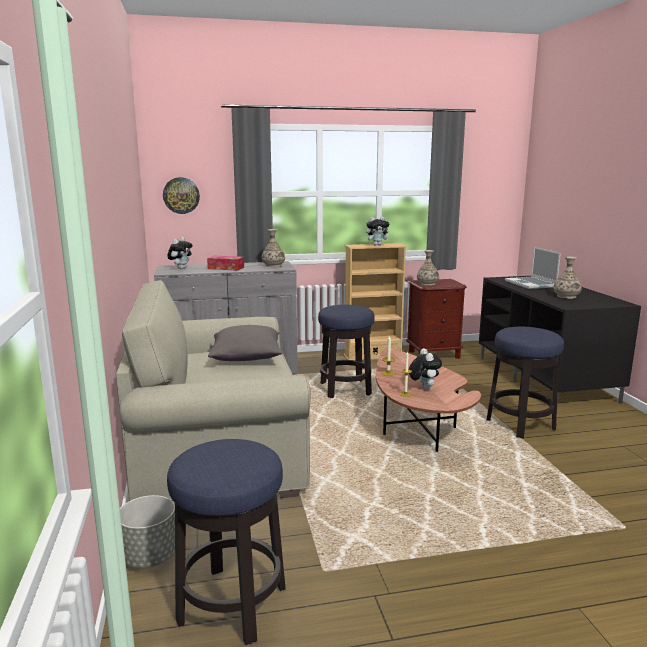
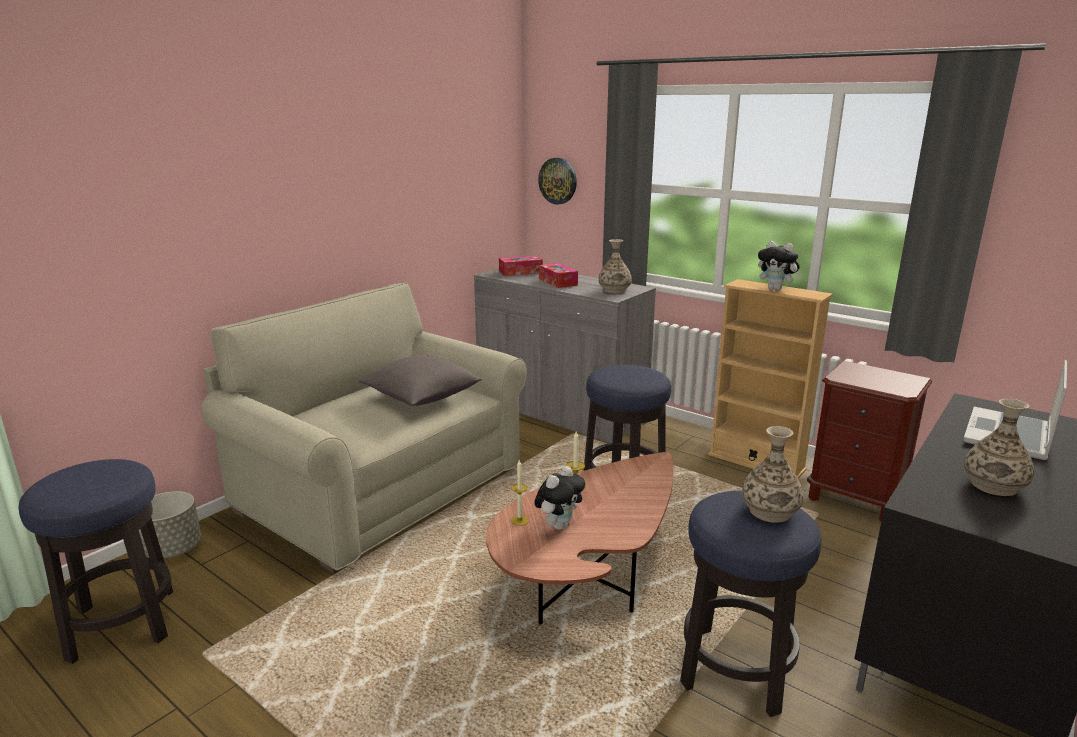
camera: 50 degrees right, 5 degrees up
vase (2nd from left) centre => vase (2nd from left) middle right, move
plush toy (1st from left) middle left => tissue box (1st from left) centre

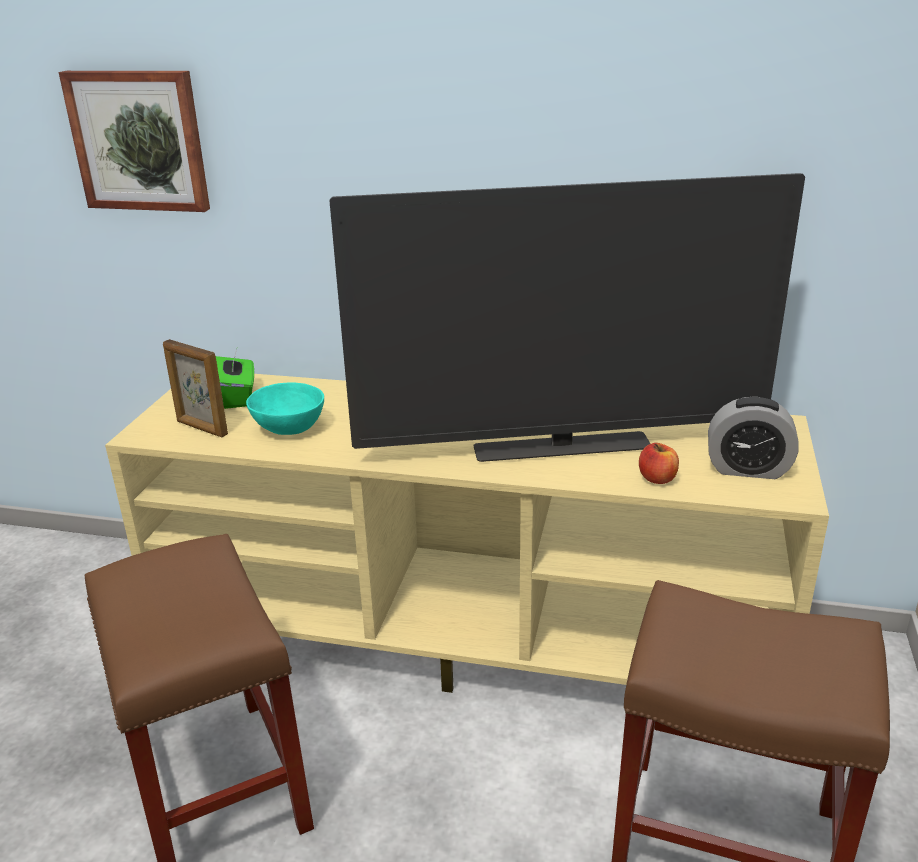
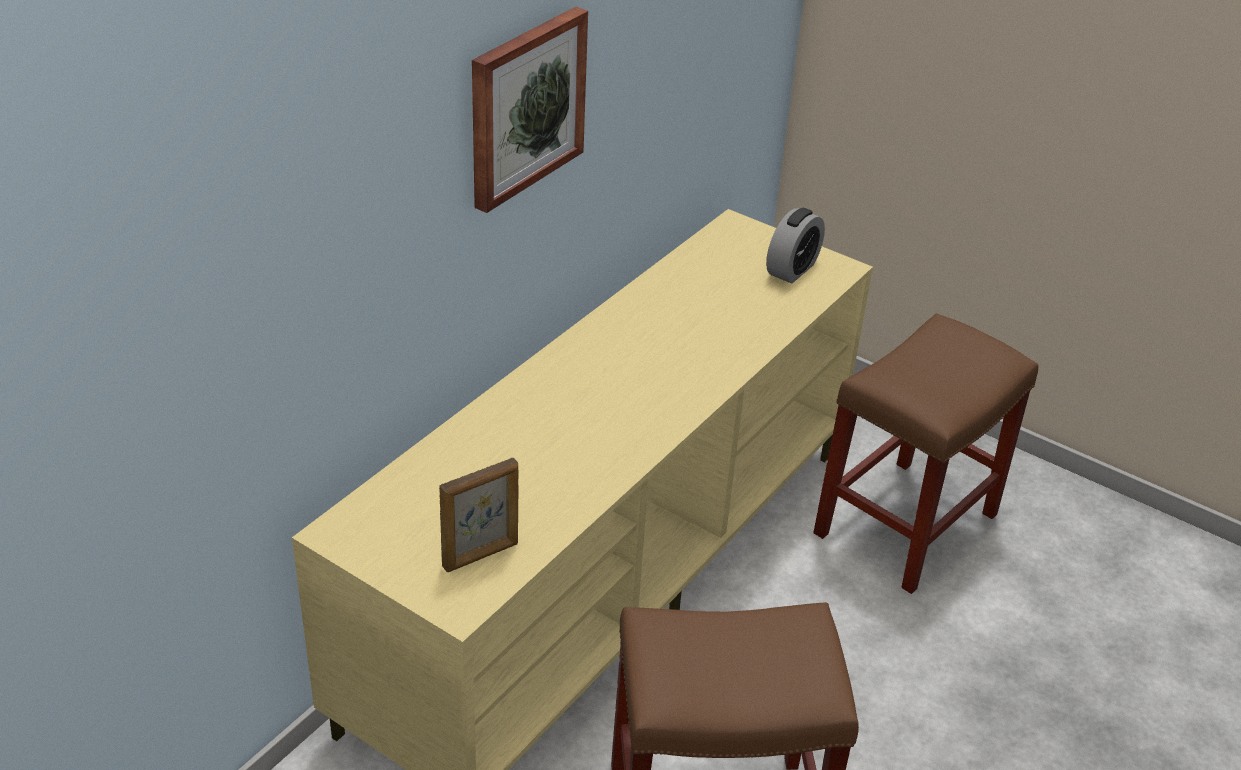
camera: 70 degrees left, 10 degrees up
tissue box in green middle left => nothing
bowl in turquoise middle left => nothing
television centre => nothing
apple middle right => nothing
picture top left => picture top centre, move

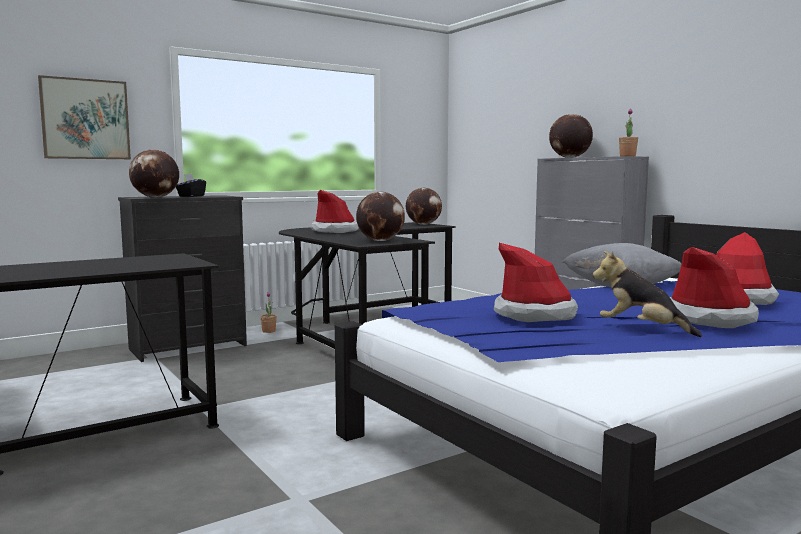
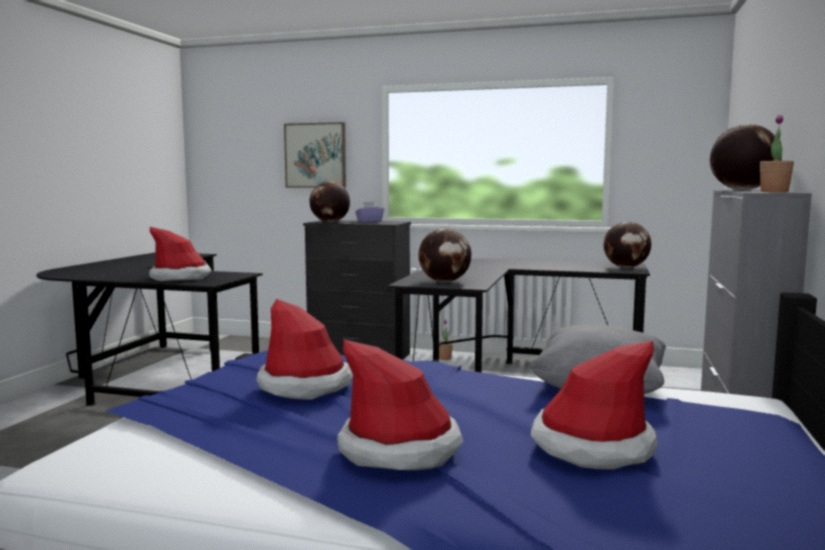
camera: 50 degrees right, 0 degrees up
plush toy middle right => nothing
hat (1st from left) centre => hat (1st from left) middle left, move
tissue box in black middle left => tissue box in purple centre

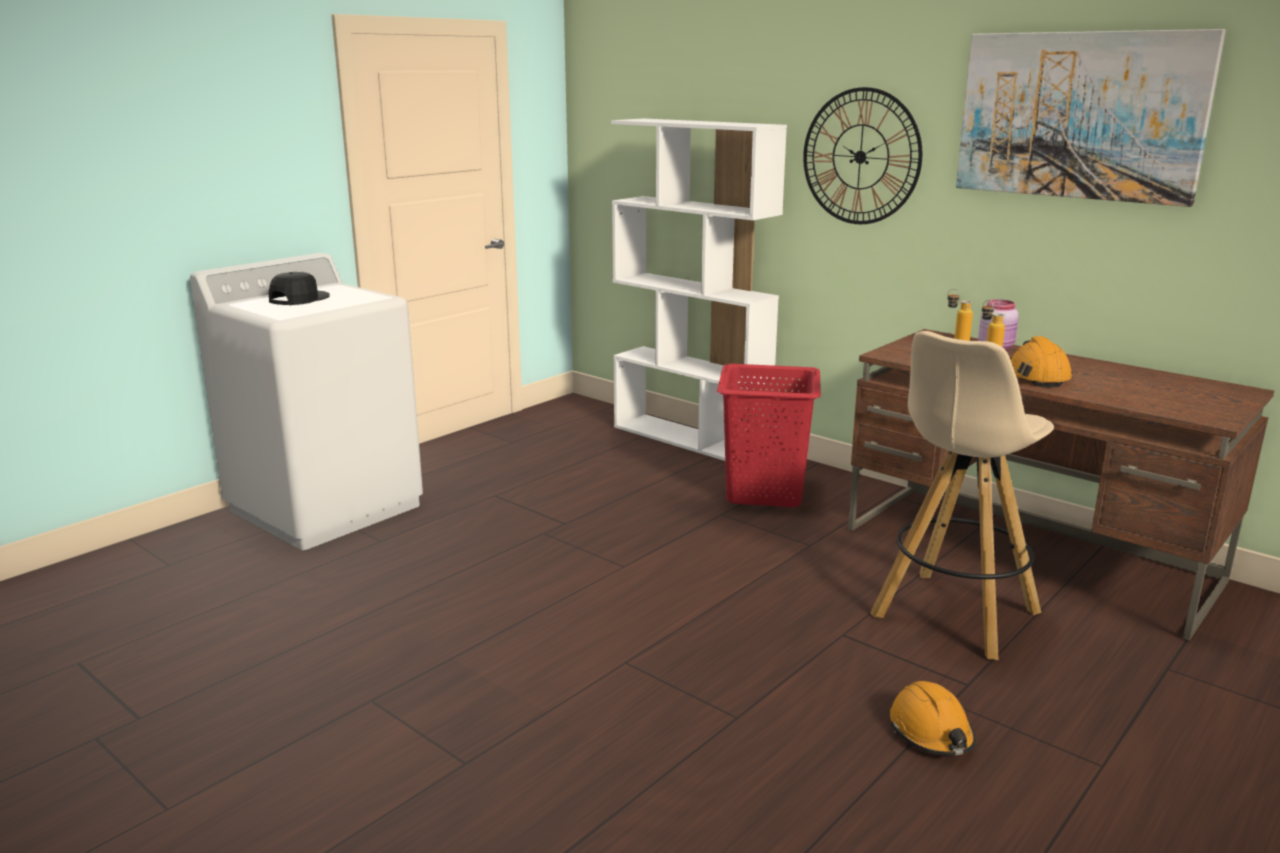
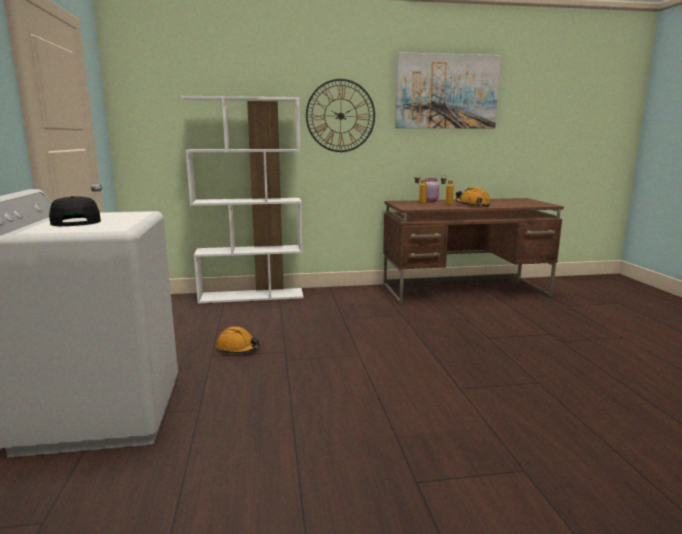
camera: 50 degrees left, 5 degrees down
laundry basket in red centre => nothing
stool in beige middle right => nothing
hard hat in orange (1st from left) bottom right => hard hat in orange (1st from left) centre, move

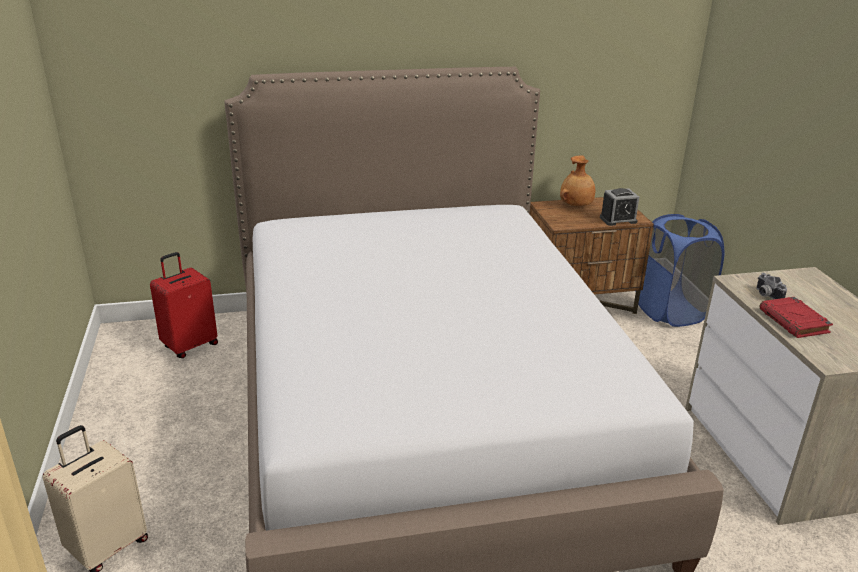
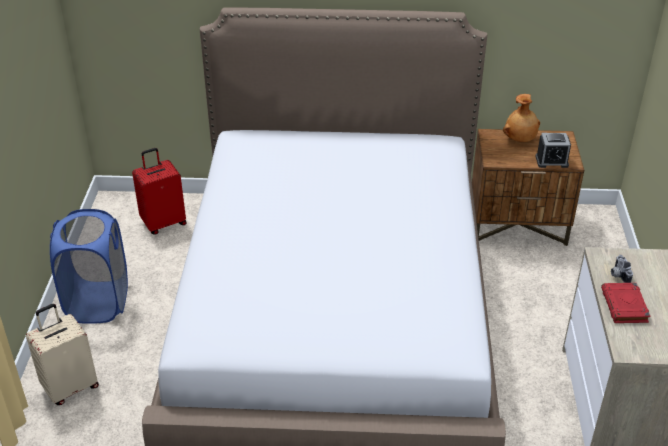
camera: 15 degrees right, 10 degrees up
laundry basket in blue middle right => laundry basket in blue middle left, move

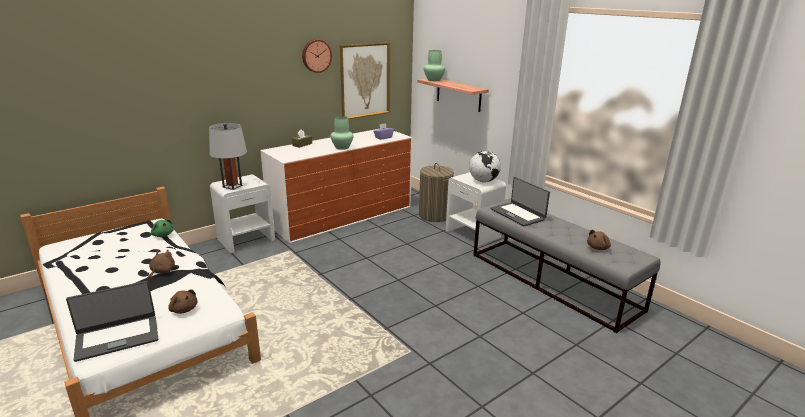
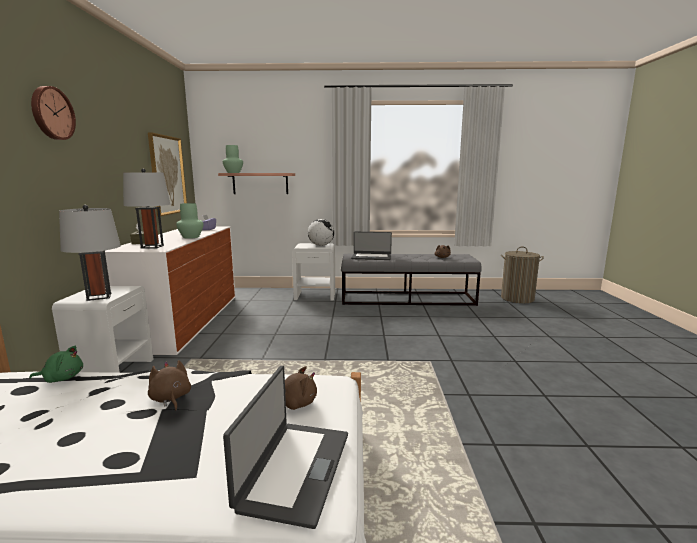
camera: 50 degrees left, 10 degrees down
nothing => table lamp in grey (2nd from left) middle left
wall clock top centre => wall clock top left, move
laundry basket centre => laundry basket middle right, move

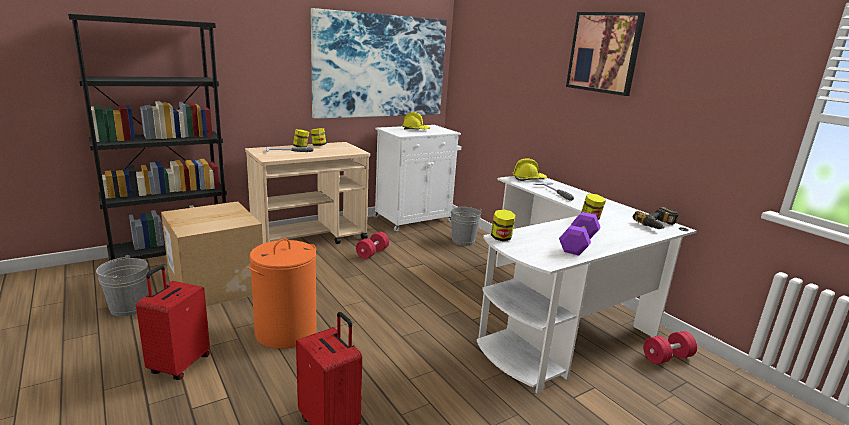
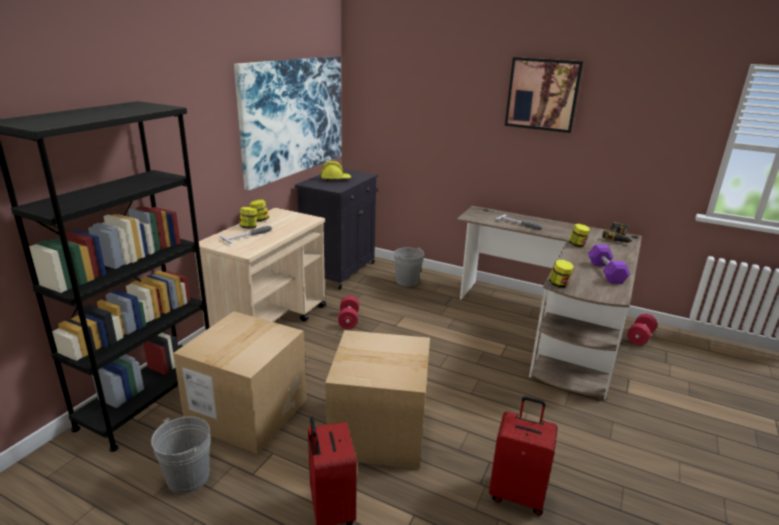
camera: 30 degrees left, 5 degrees up
hard hat in yellow (2nd from left) centre => nothing
laundry basket in orange bottom left => cardboard box (2nd from left) bottom centre
cabinet in white centre => cabinet in black centre
desk in white bottom right => desk in brown middle right

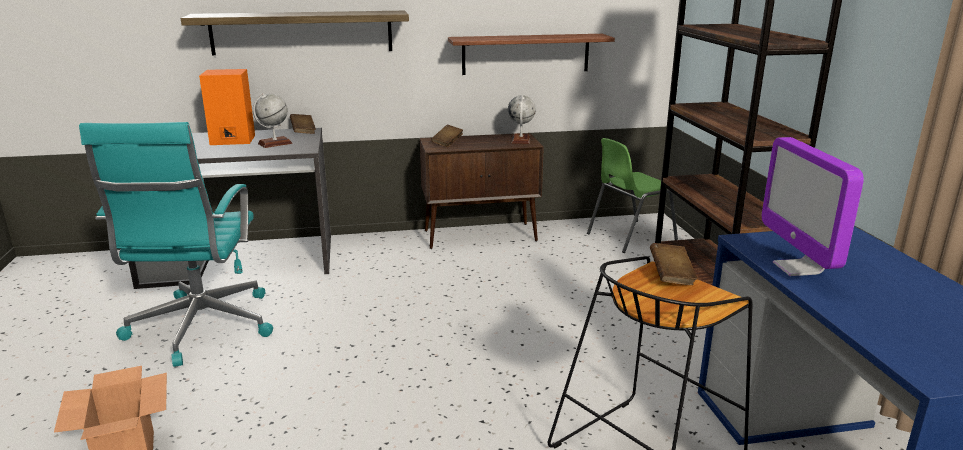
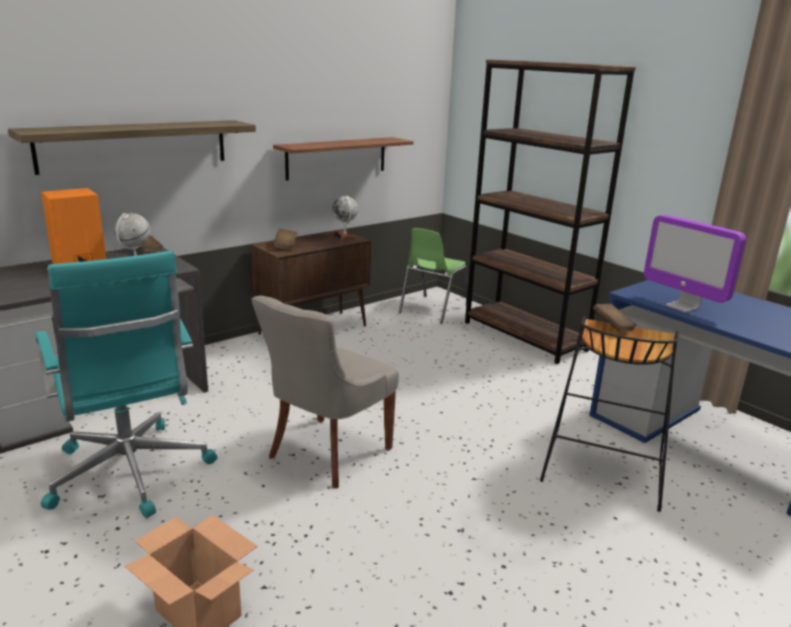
camera: 30 degrees left, 0 degrees up
nothing => chair in grey centre

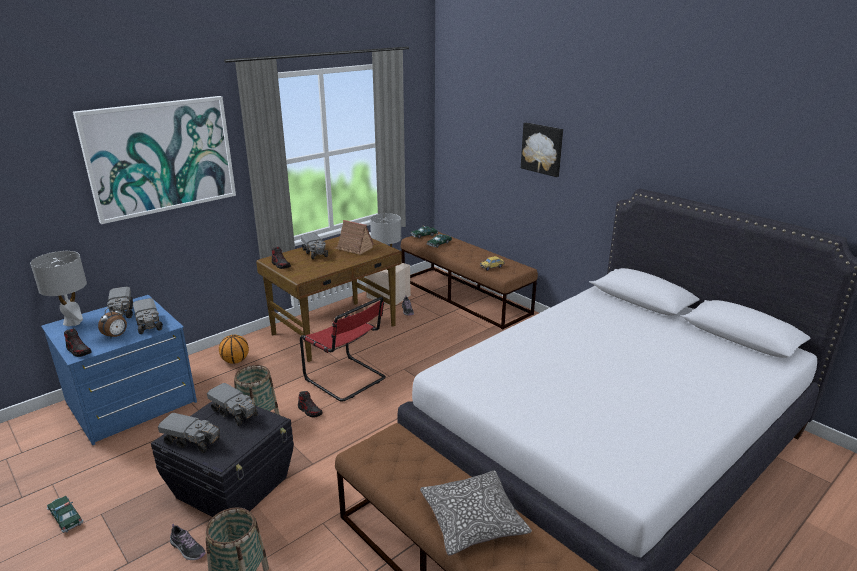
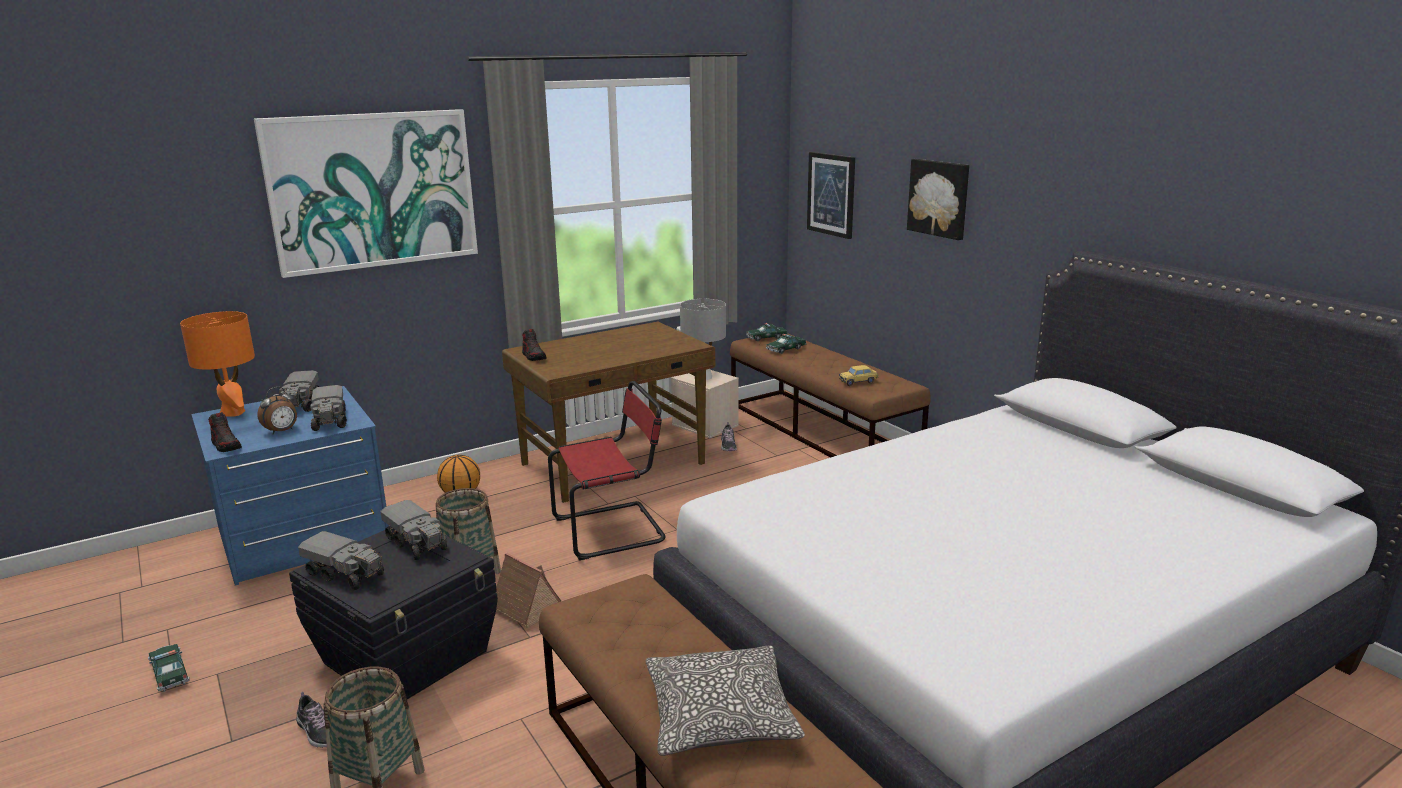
camera: 10 degrees right, 5 degrees down
shoe (4th from left) bottom centre => nothing
toy truck (5th from left) centre => nothing
nothing => picture (2nd from left) top centre
toy house centre => toy house bottom centre, move
table lamp in grey (1st from left) middle left => table lamp in orange middle left
chair in red centre, 75 degrees counterclockwise

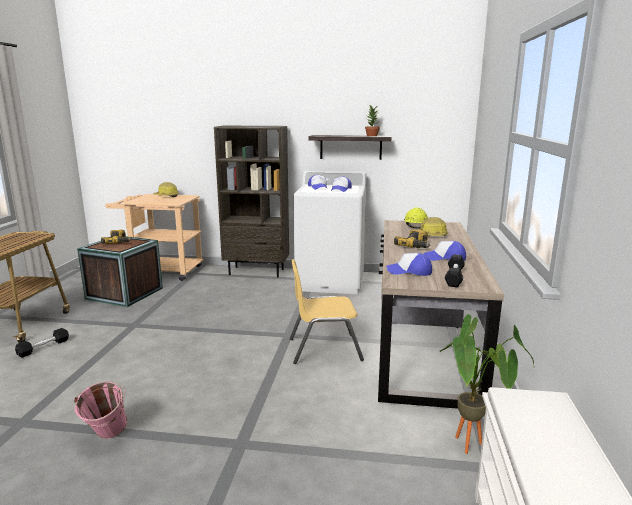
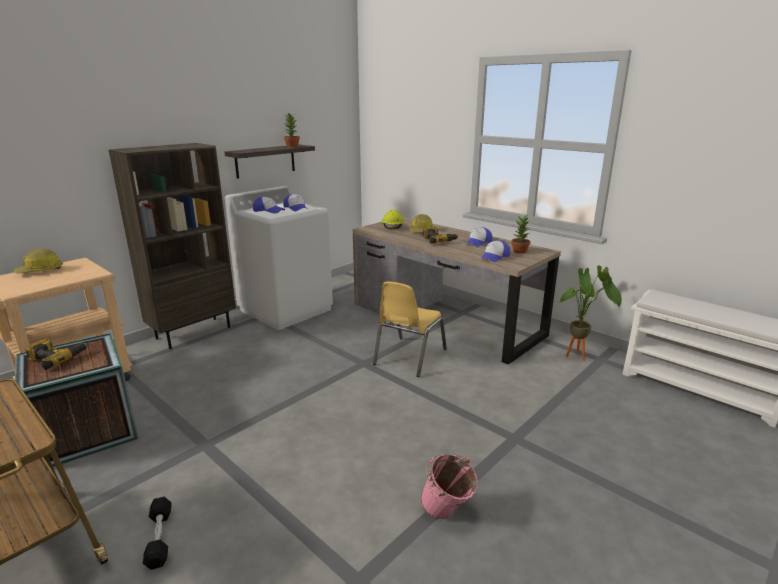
camera: 55 degrees left, 5 degrees up
dumbbell in black (2nd from left) middle right => potted plant (2nd from left) middle right

